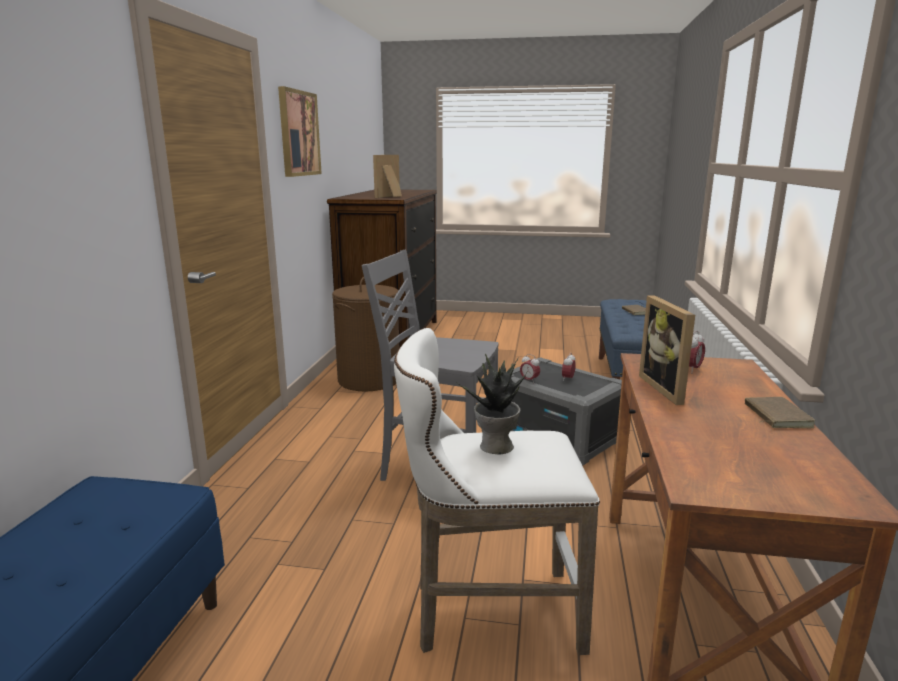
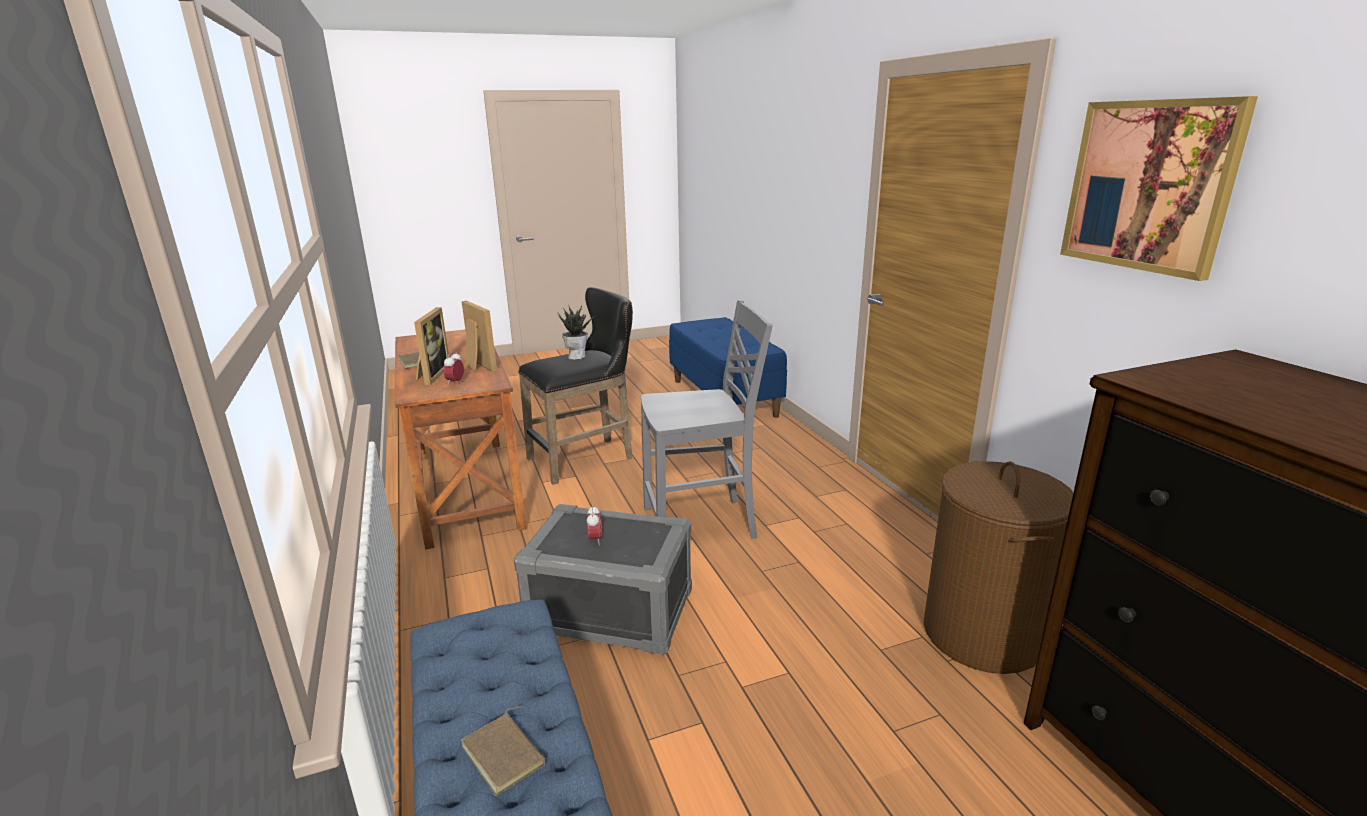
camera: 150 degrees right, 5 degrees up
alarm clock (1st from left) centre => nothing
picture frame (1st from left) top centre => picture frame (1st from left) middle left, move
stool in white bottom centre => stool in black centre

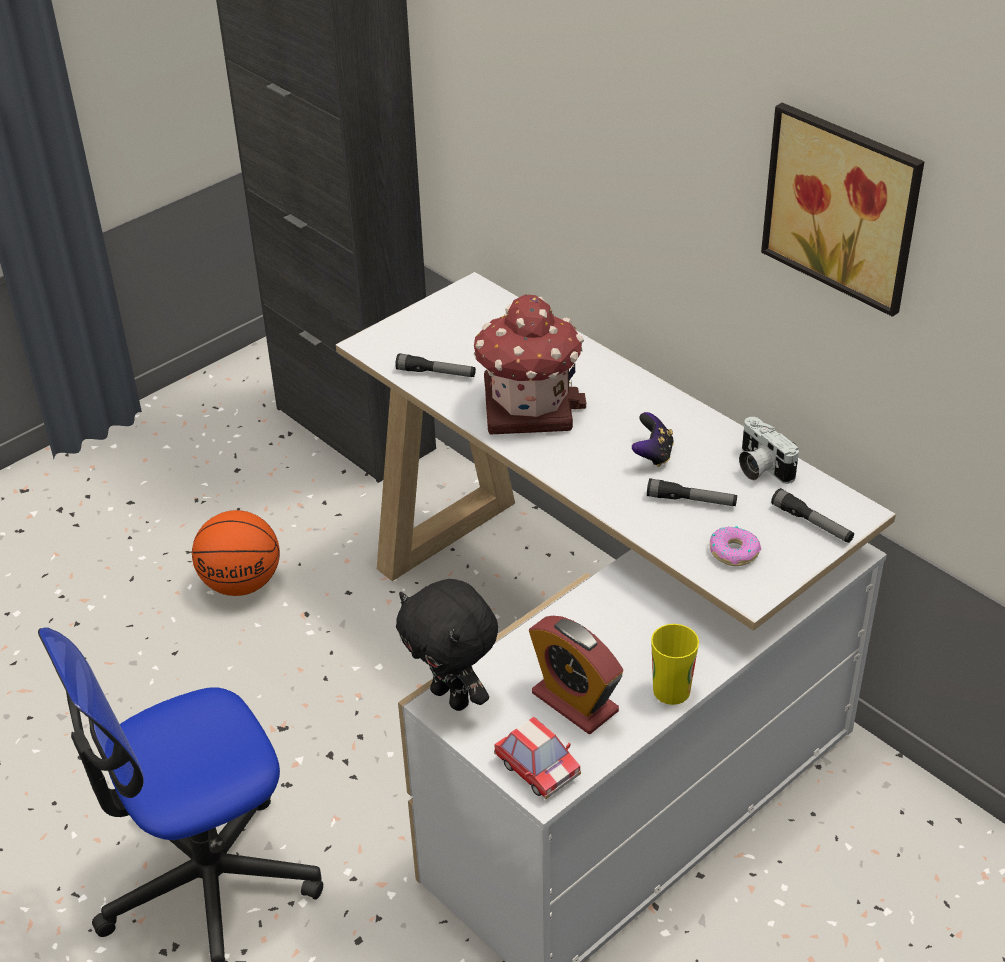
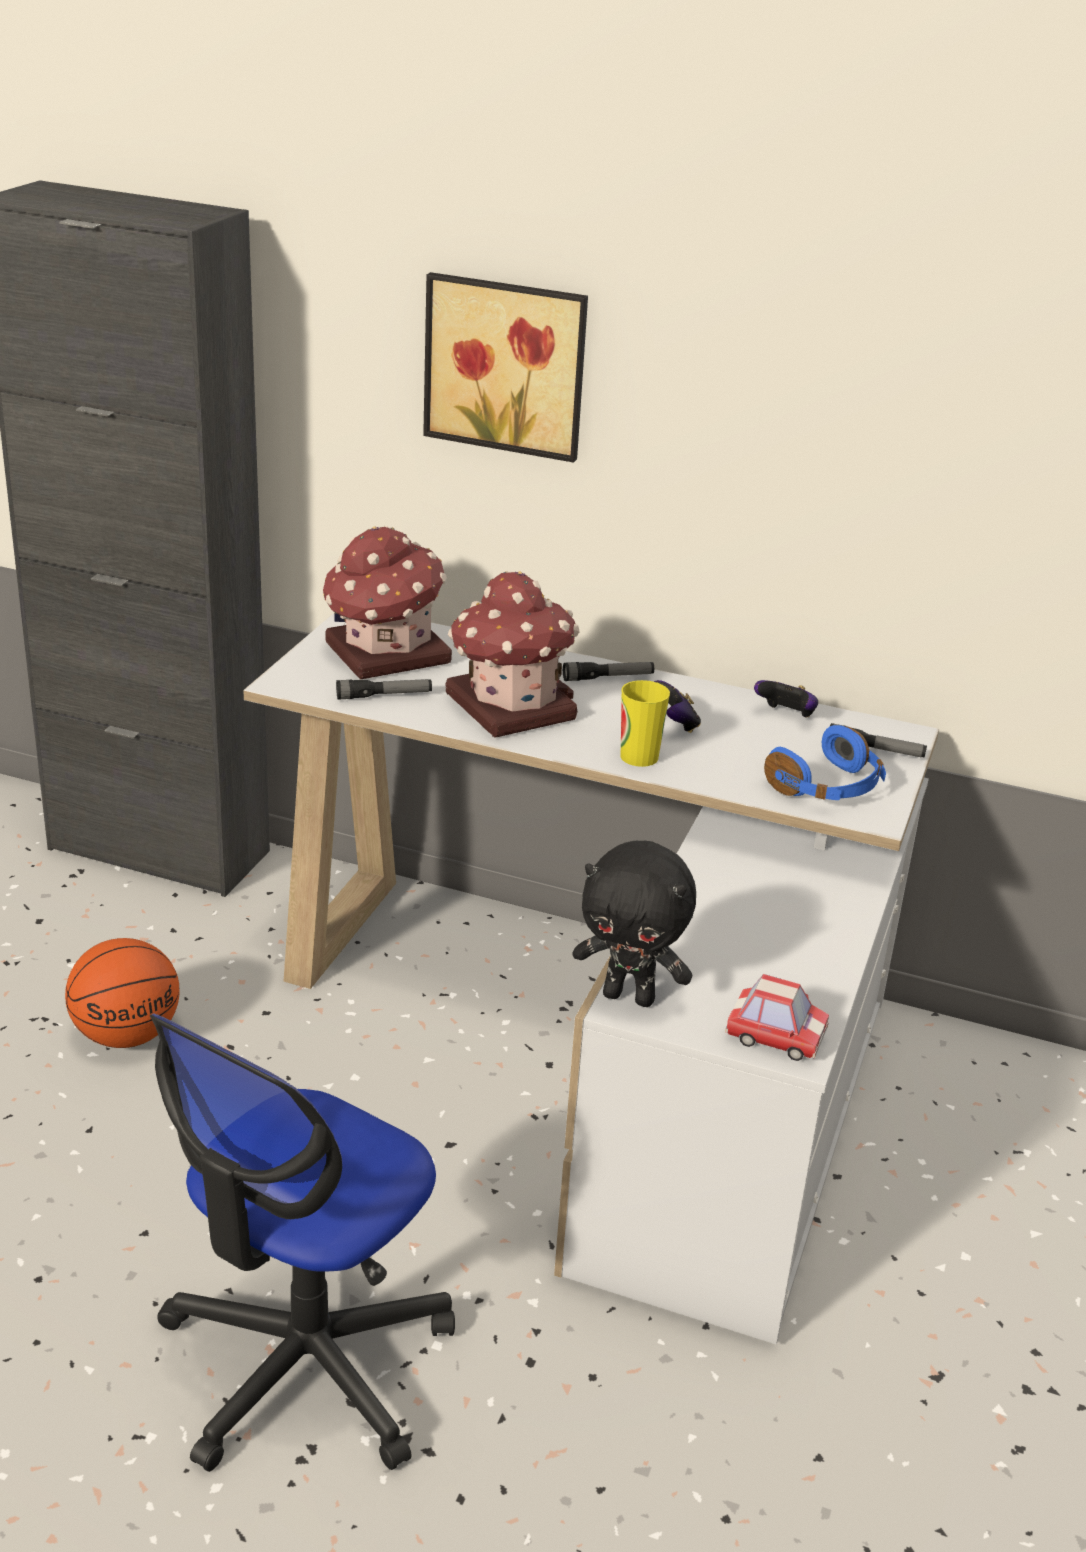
camera: 30 degrees left, 10 degrees down
alarm clock bottom centre => nothing
nothing => toy house (1st from left) centre
flashlight (2nd from left) middle right => flashlight (2nd from left) centre, move
cup bottom right => cup centre, move
picture top right => picture top centre, move
donut middle right => headphones in blue middle right
photo camera middle right => game controller (2nd from left) middle right

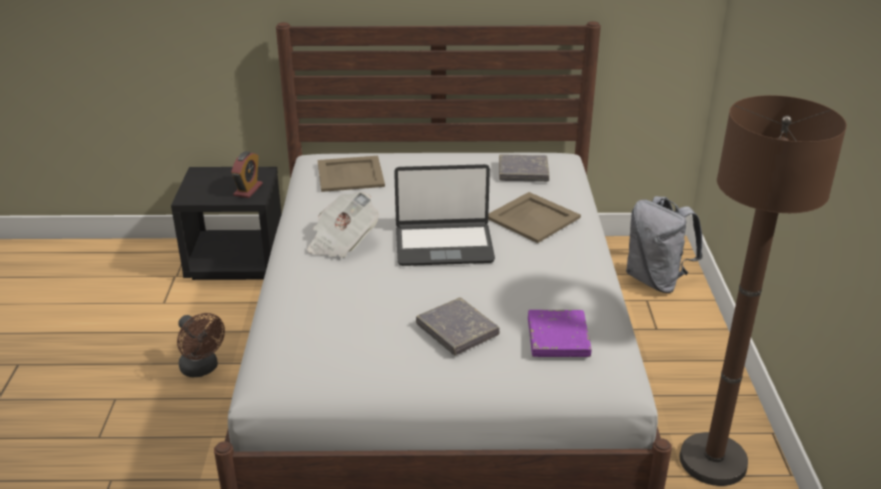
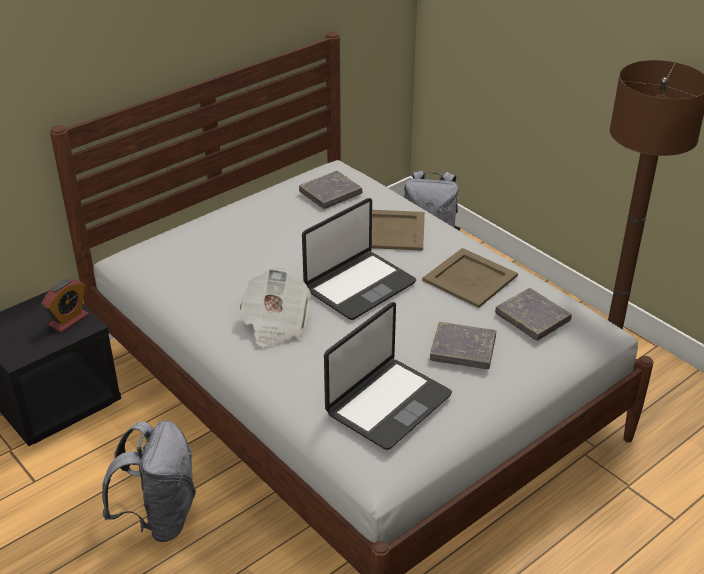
camera: 40 degrees left, 5 degrees up
nothing => laptop (2nd from left) centre
tray in beige (1st from left in the first image) centre => tray in beige (2nd from left) middle right, move
fan in brown bottom left => backpack in grey (1st from left) bottom left
book in purple bottom centre => book in grey (3rd from left) middle right
alarm clock middle left, 60 degrees clockwise

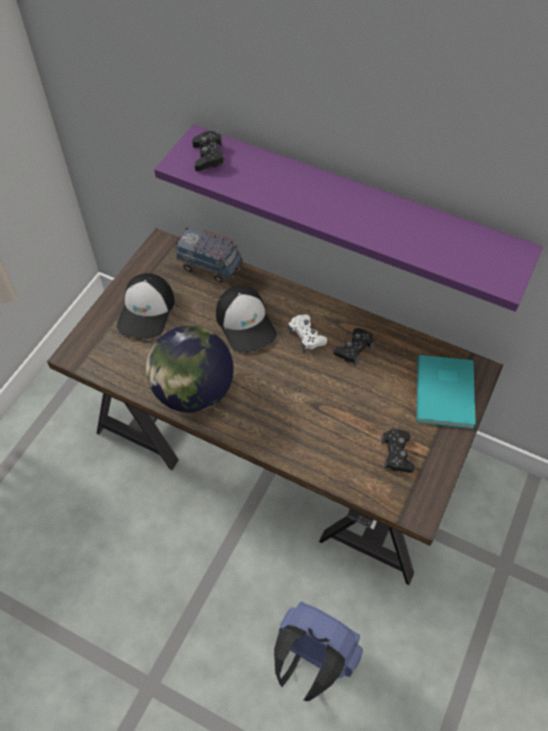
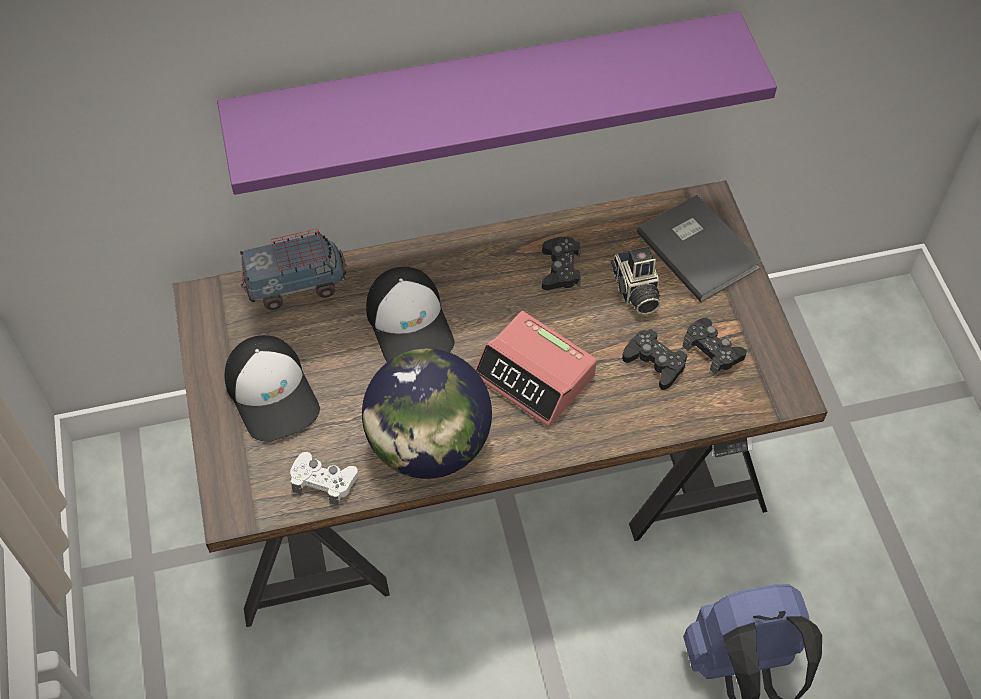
camera: 40 degrees left, 0 degrees up
nothing => alarm clock centre
nothing => photo camera centre
game controller in black (1st from left in the first image) top centre => game controller in black (2nd from left) middle right, move
game controller in white centre => game controller in white bottom left, move
book in turquoise middle right => book in grey middle right
cap (2nd from left) centre, 45 degrees clockwise

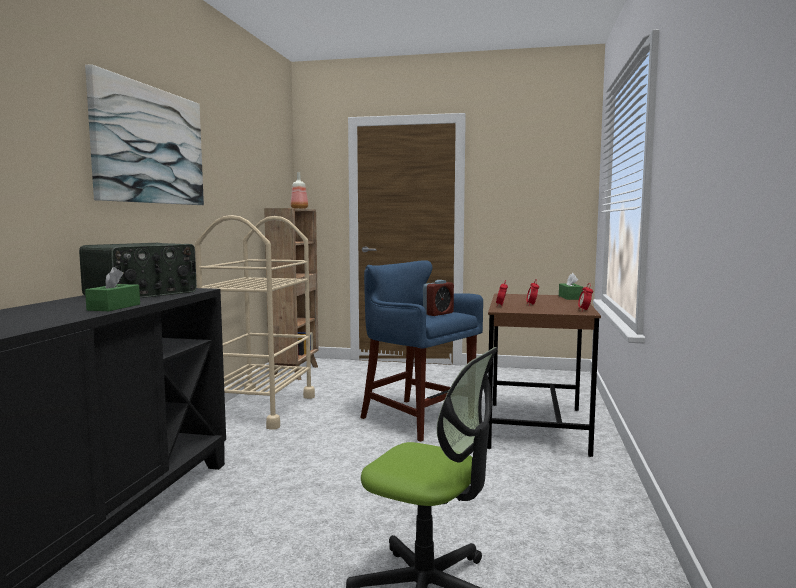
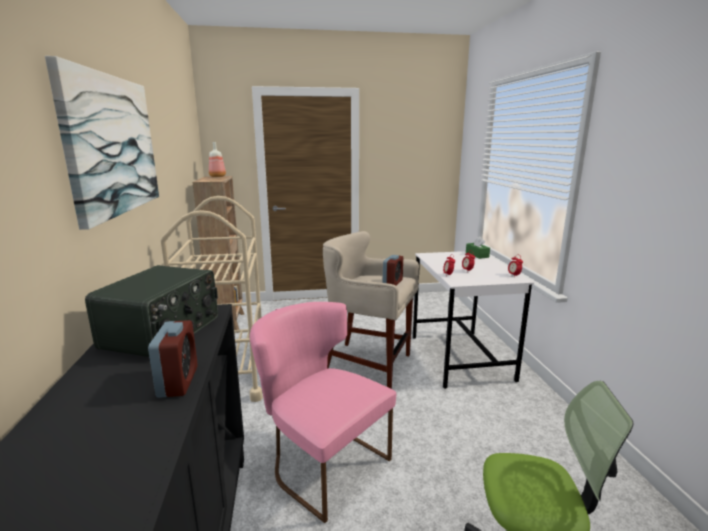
camera: 20 degrees left, 10 degrees up
nothing => chair in pink bottom centre
tissue box in green (1st from left) middle left => alarm clock (1st from left) bottom left
stool in blue centre => stool in beige centre
desk in brown middle right => desk in white middle right

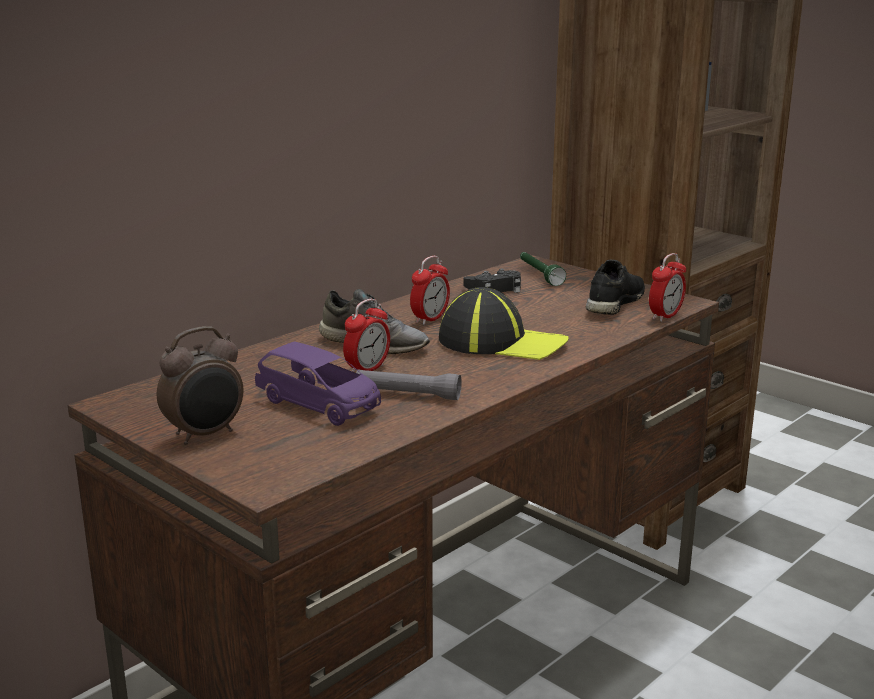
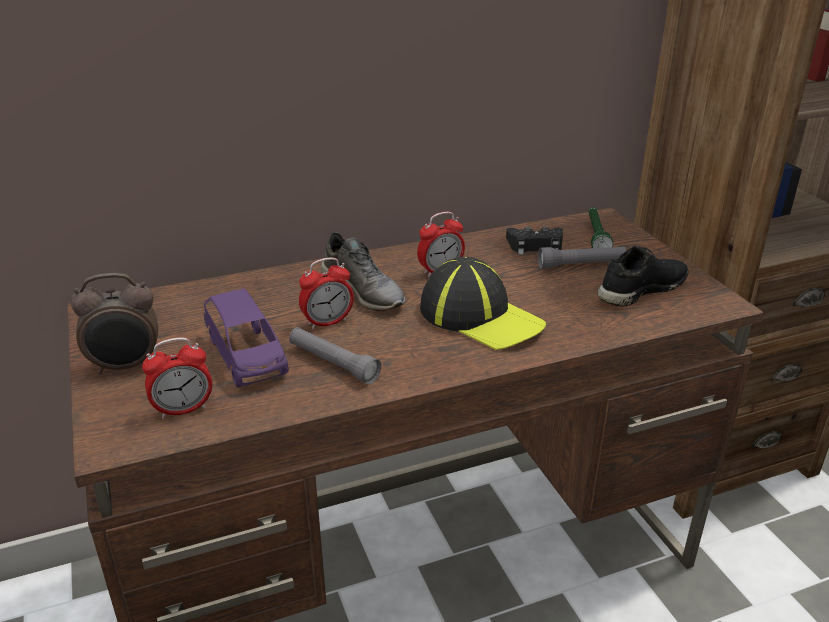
camera: 25 degrees right, 10 degrees up
nothing => flashlight in grey (2nd from left) middle right
alarm clock (4th from left in the first image) middle right => alarm clock (2nd from left) middle left, move

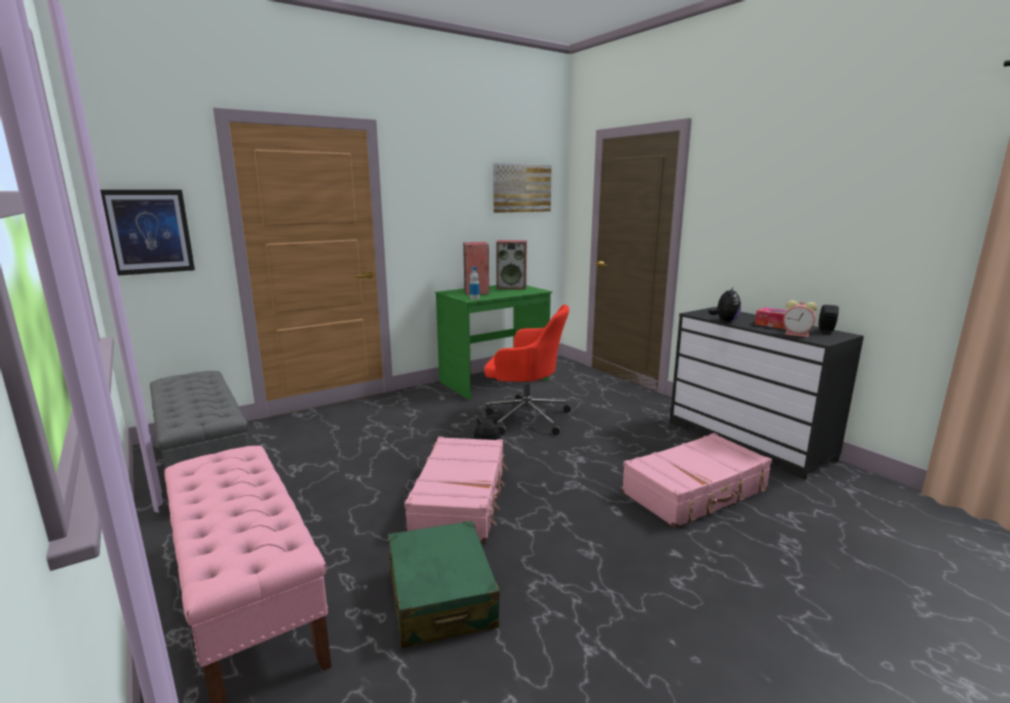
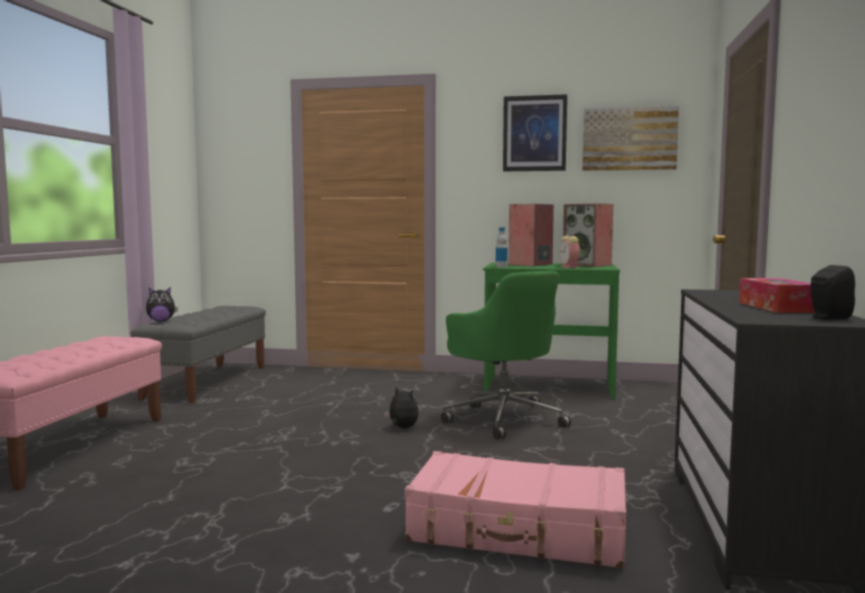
camera: 45 degrees right, 10 degrees down
suitcase in green bottom centre => nothing
suitcase in pink (1st from left) bottom centre => nothing
picture (1st from left) top left => picture (1st from left) top centre, move
plush toy (2nd from left in the first image) middle right => plush toy (1st from left) middle left, move
alarm clock middle right => alarm clock centre, move
office chair in red centre => office chair in green centre

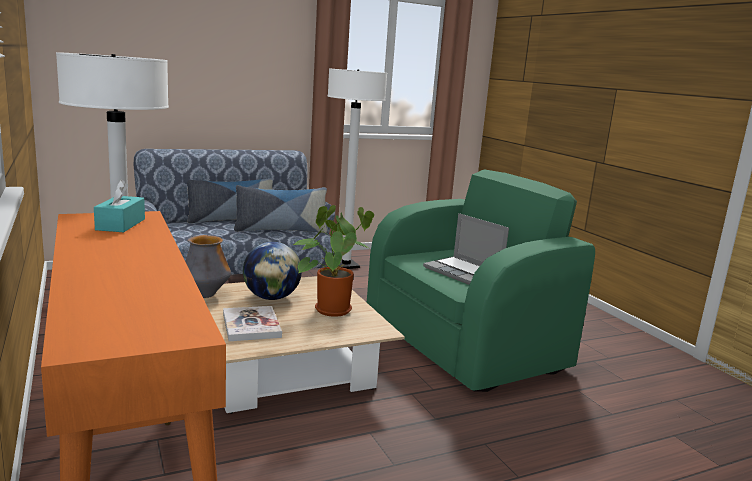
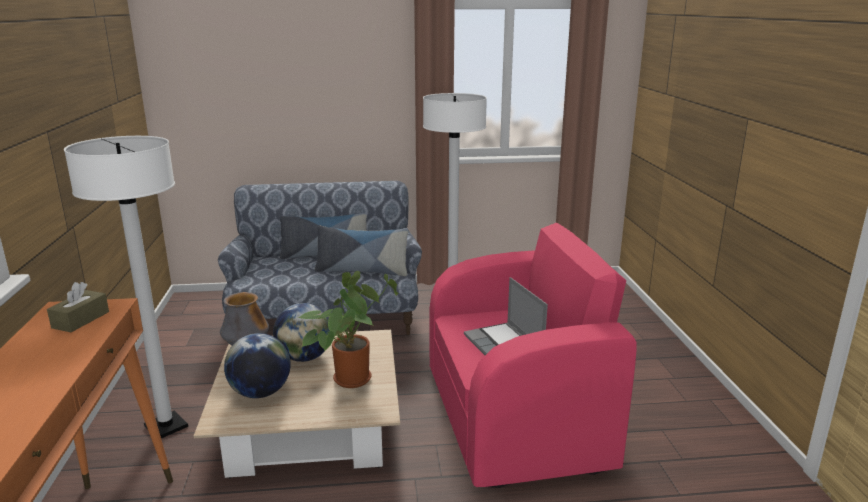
camera: 20 degrees right, 5 degrees up
book bottom centre => globe (1st from left) bottom left
tissue box in turquoise middle left => tissue box in brown middle left
armchair in green centre => armchair in pink bottom centre

